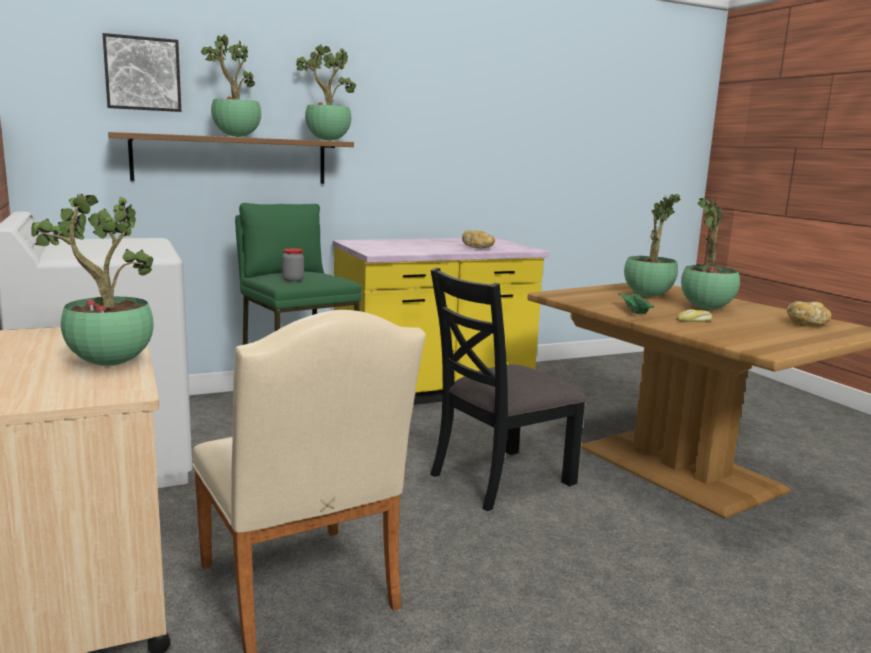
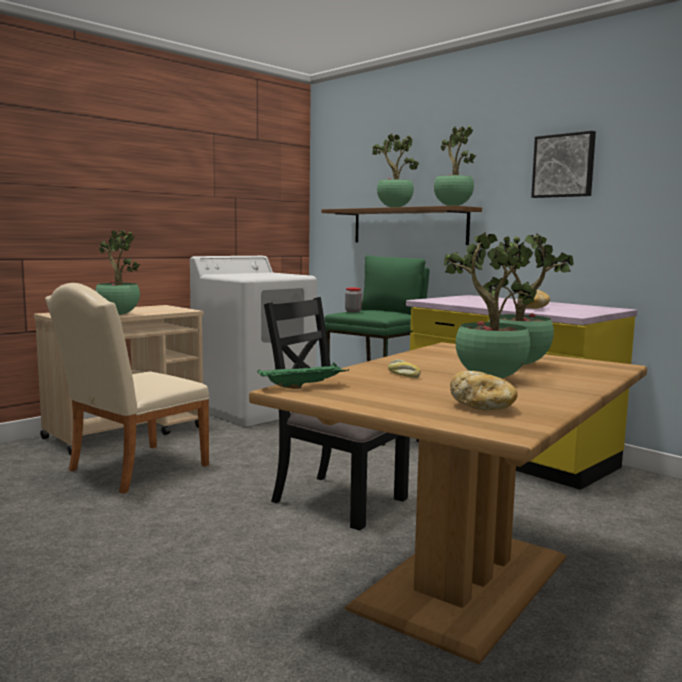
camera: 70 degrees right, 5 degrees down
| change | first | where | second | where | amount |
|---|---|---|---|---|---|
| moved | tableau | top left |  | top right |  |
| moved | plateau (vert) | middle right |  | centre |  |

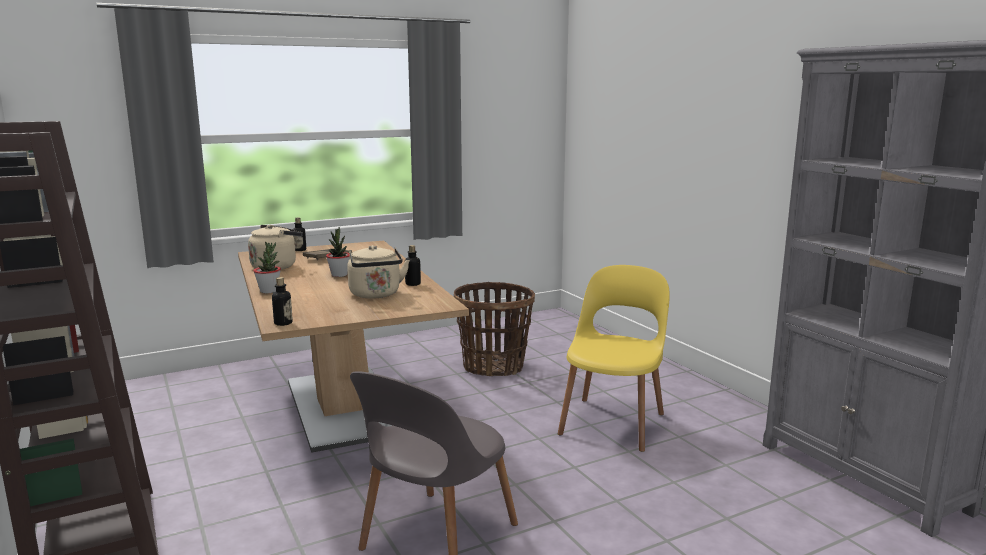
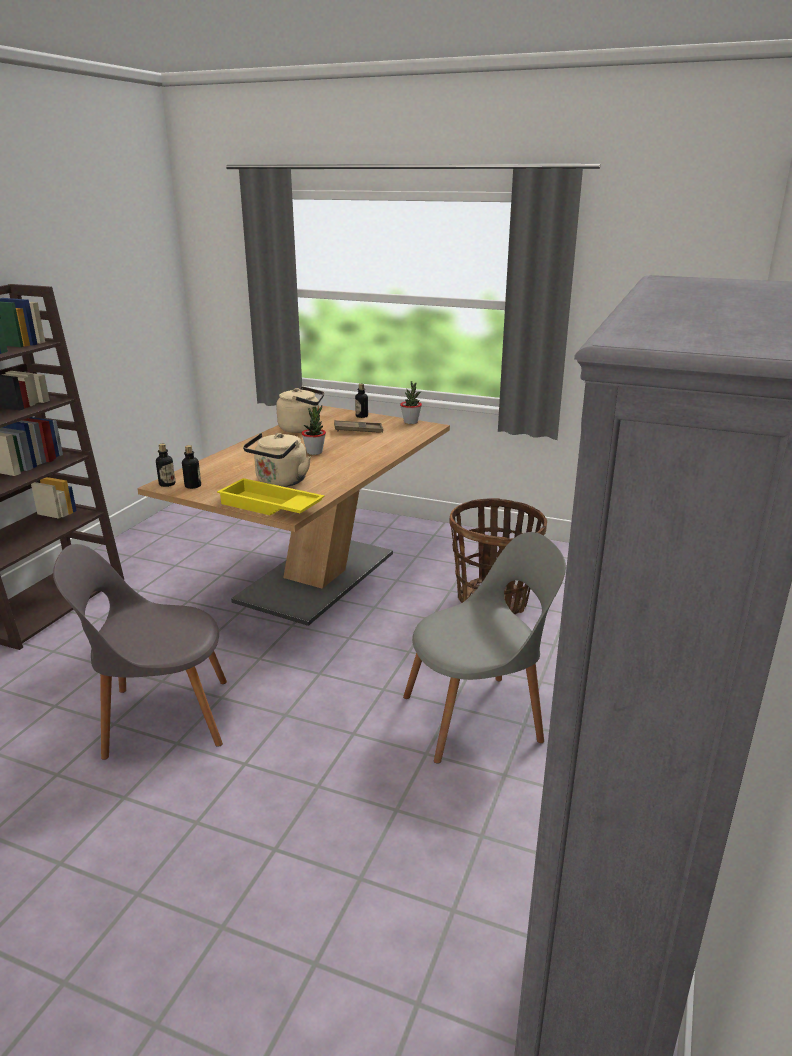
camera: 50 degrees right, 10 degrees up
| change | first | where | second | where | amount |
|---|---|---|---|---|---|
| added |  |  | plateau (jaune) | centre |  |
| moved | plante en pot (1st from left in the first image) | middle left | plante en pot (2nd from left) | centre |  |
| moved | bouteille (3rd from left in the first image) | centre | bouteille (2nd from left) | middle left |  |
| recoloured | chaise (jaune) | centre | chaise (gris) (2nd from left) | centre |  |

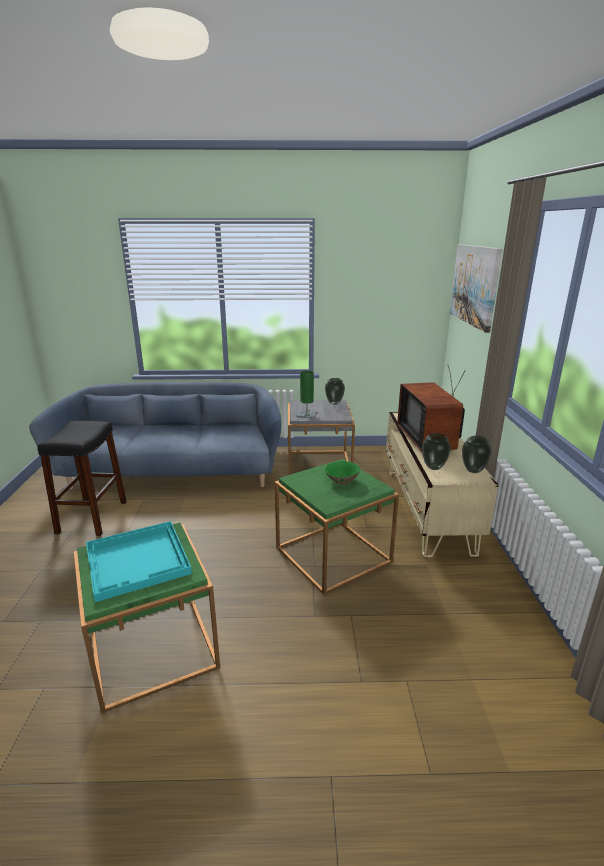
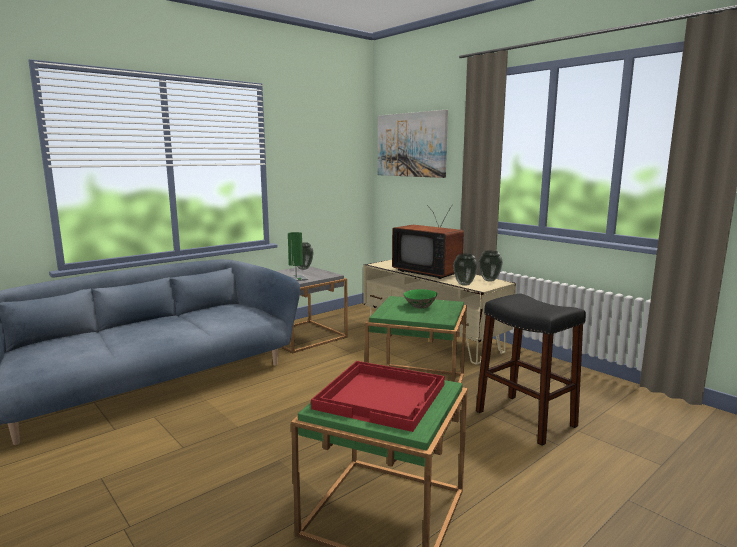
camera: 40 degrees left, 10 degrees down
| change | first | where | second | where | amount |
|---|---|---|---|---|---|
| moved | tabouret (noir) | middle left |  | bottom right |  |
| recoloured | plateau (turquoise) | middle left | plateau (rouge) | bottom centre |  |

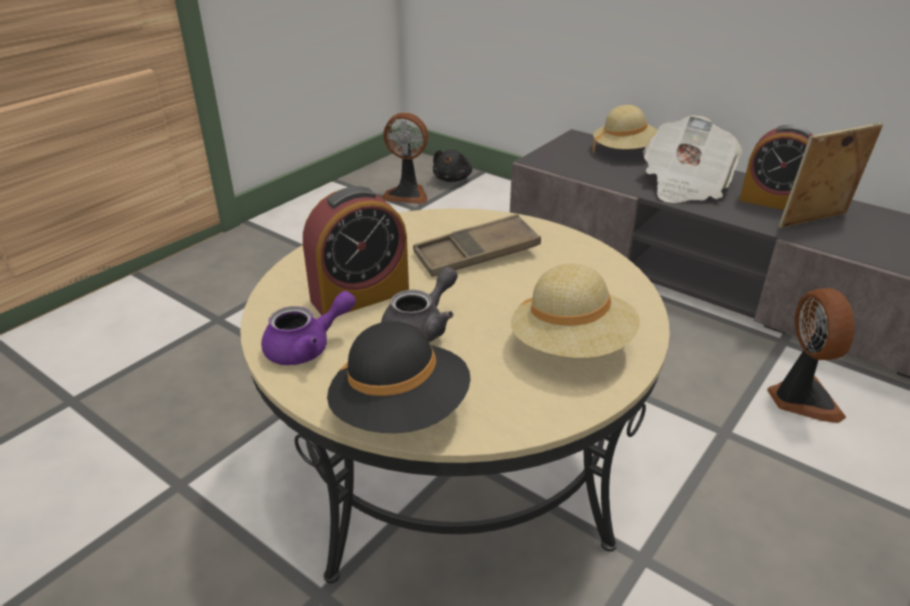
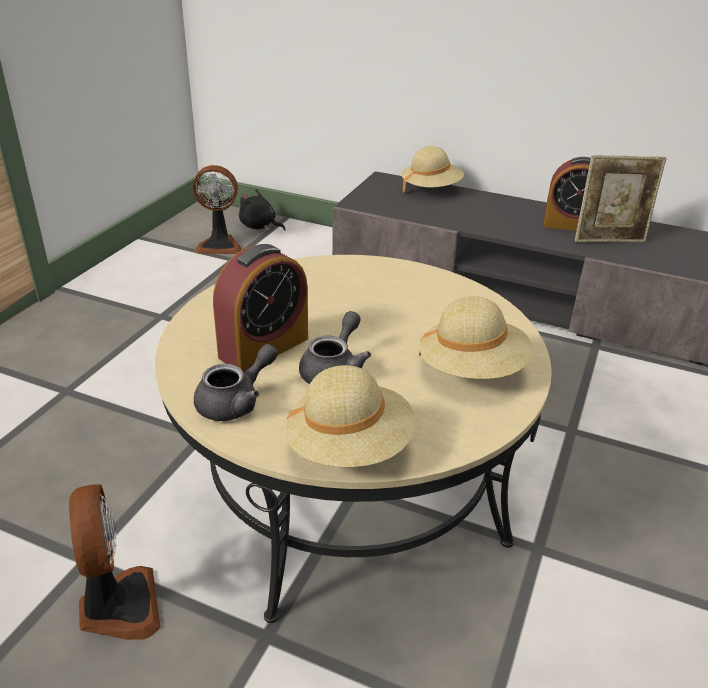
camera: 15 degrees left, 0 degrees up
| change | first | where | second | where | amount |
|---|---|---|---|---|---|
| removed | plateau (marron) | centre |  |  |  |
| removed | journal | top right |  |  |  |
| moved | ventilateur (2nd from left in the first image) | middle right | ventilateur (1st from left) | bottom left |  |
| recoloured | théière (violet) | centre | théière (gris) (1st from left) | centre |  |
| recoloured | chapeau (noir) | centre | chapeau (beige) (1st from left) | centre |  |
| turned | peluche (noir) | top centre |  | top centre | 120 degrees clockwise |
| turned | cadre photo | top right |  | top right | 150 degrees counterclockwise |

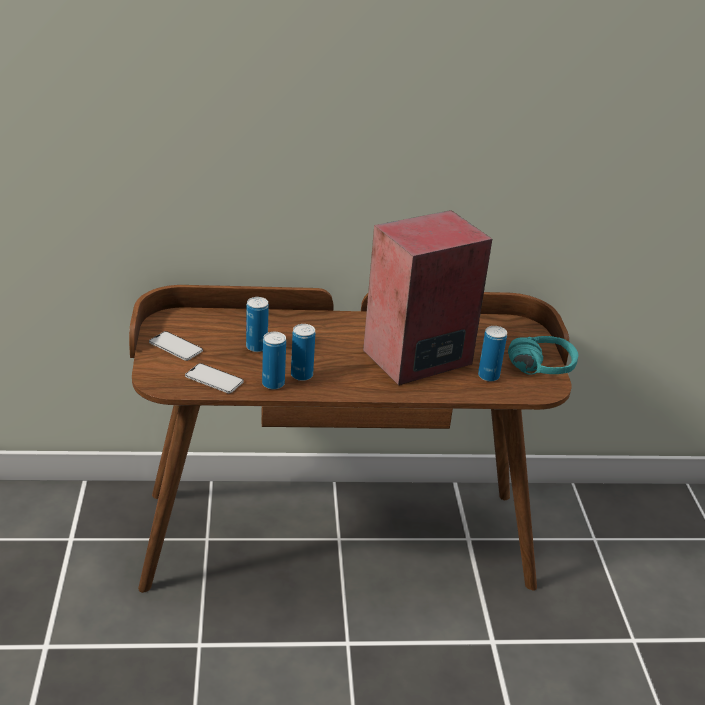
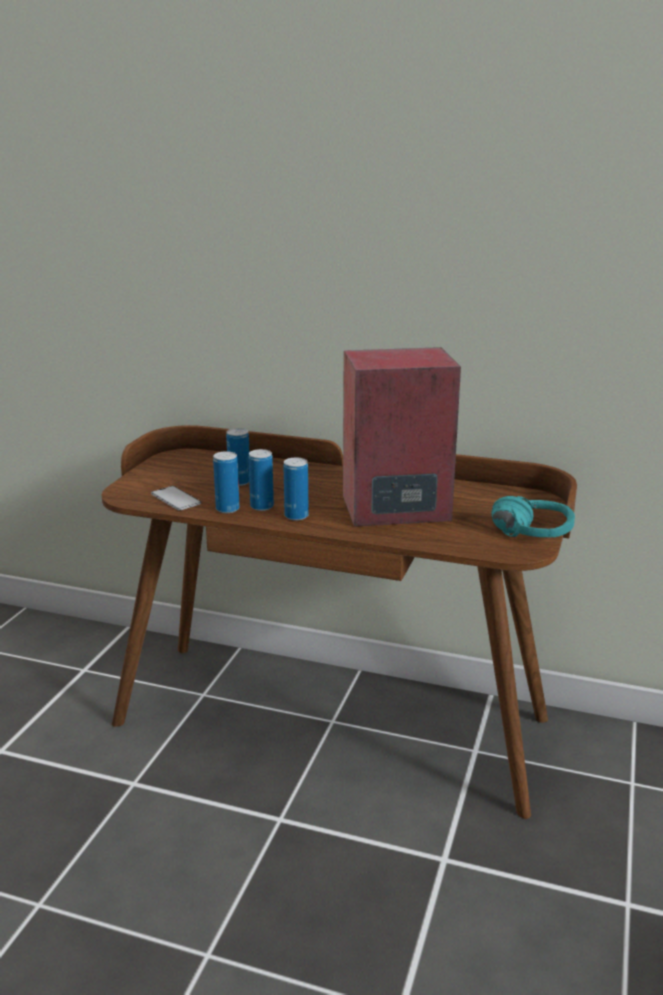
camera: 25 degrees right, 10 degrees down
| change | first | where | second | where | amount |
|---|---|---|---|---|---|
| removed | téléphone (1st from left) | middle left |  |  |  |
| moved | boîte métallique (4th from left) | middle right |  | centre |  |

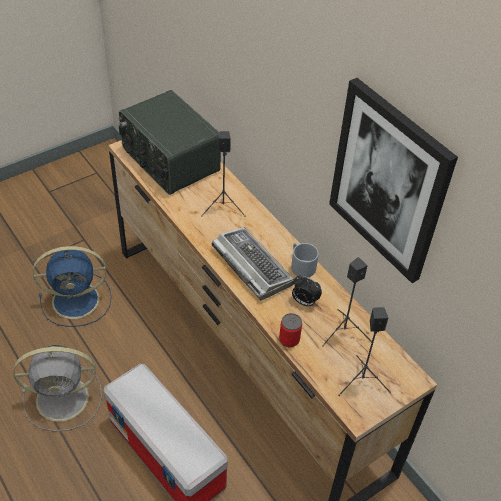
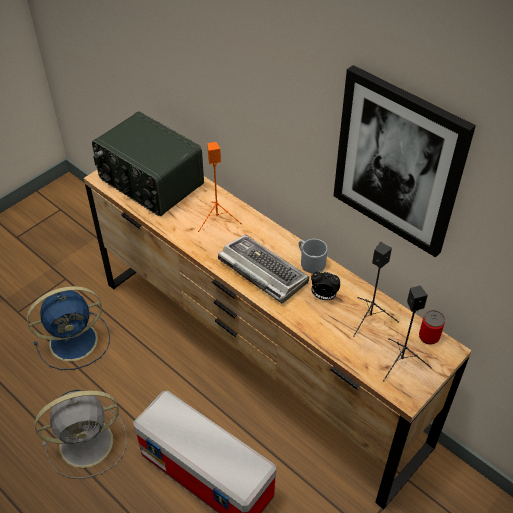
camera: 10 degrees left, 0 degrees up
| change | first | where | second | where | amount |
|---|---|---|---|---|---|
| moved | boîte métallique | centre |  | middle right |  |
| recoloured | enceinte (noir) (1st from left) | centre | enceinte (orange) | centre |  |

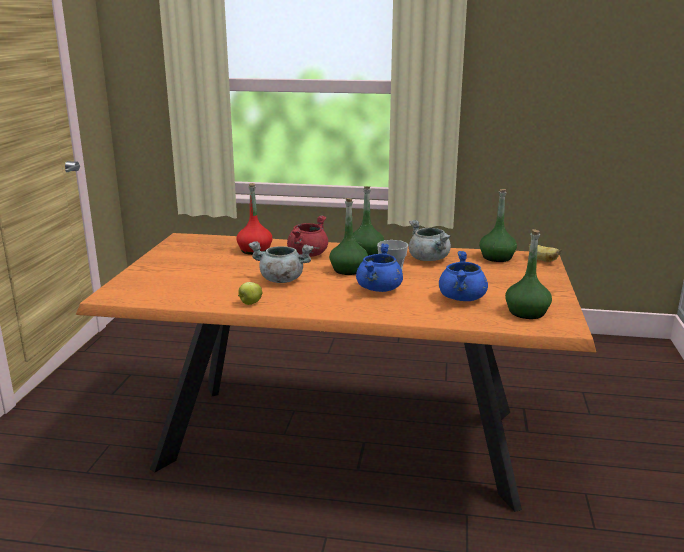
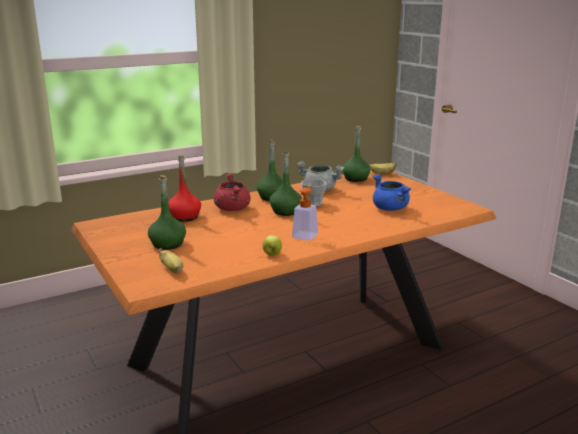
camera: 40 degrees left, 0 degrees up
| change | first | where | second | where | amount |
|---|---|---|---|---|---|
| removed | marmite (gris) (1st from left) | centre |  |  |  |
| removed | marmite (bleu) (1st from left) | centre |  |  |  |
| added |  |  | banane (1st from left) | middle left |  |
| added |  |  | distributeur de savon | centre |  |
| moved | bouteille (vert) (4th from left in the first image) | middle right | bouteille (vert) (1st from left) | middle left |  |

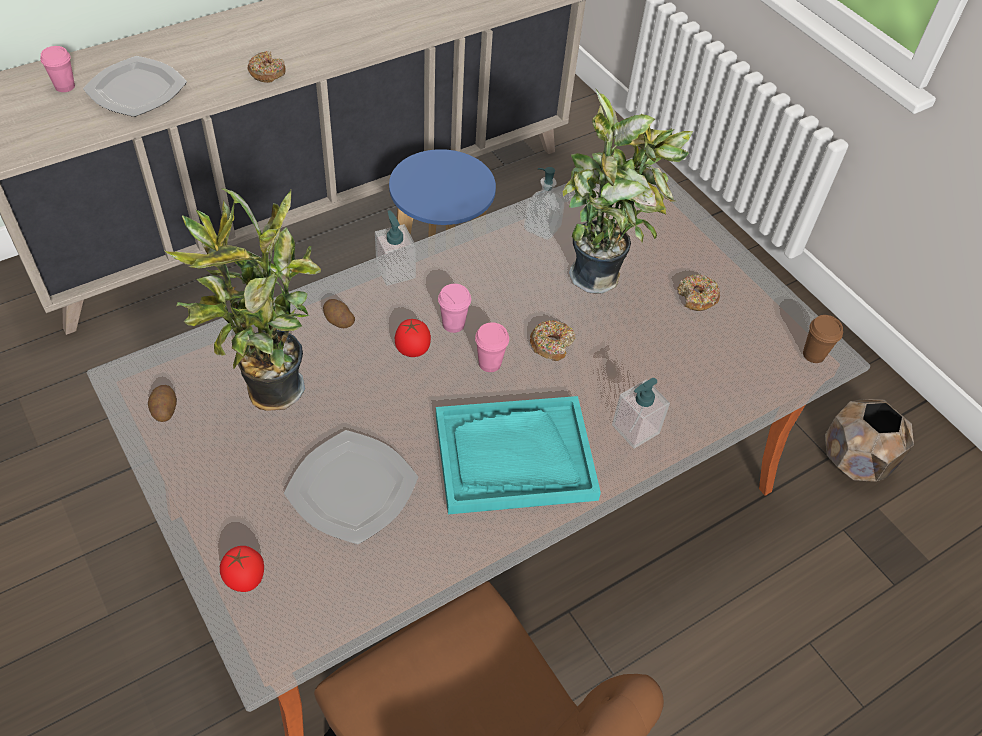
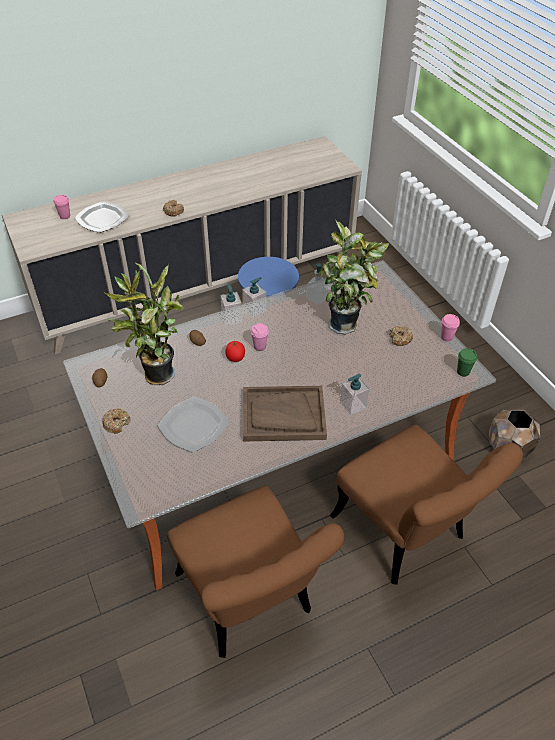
camera: 10 degrees right, 5 degrees down
| change | first | where | second | where | amount |
|---|---|---|---|---|---|
| removed | tomate (1st from left) | bottom left |  |  |  |
| added |  |  | distributeur de savon (2nd from left) | centre |  |
| added |  |  | chaise (marron) (2nd from left) | bottom right |  |
| moved | tasse (rose) (3rd from left) | centre |  | middle right |  |
| moved | beignet (2nd from left in the first image) | centre | beignet (1st from left) | middle left |  |
| recoloured | plateau (turquoise) | centre | plateau (marron) | centre |  |
| recoloured | tasse (marron) | middle right | tasse (vert) | middle right |  |

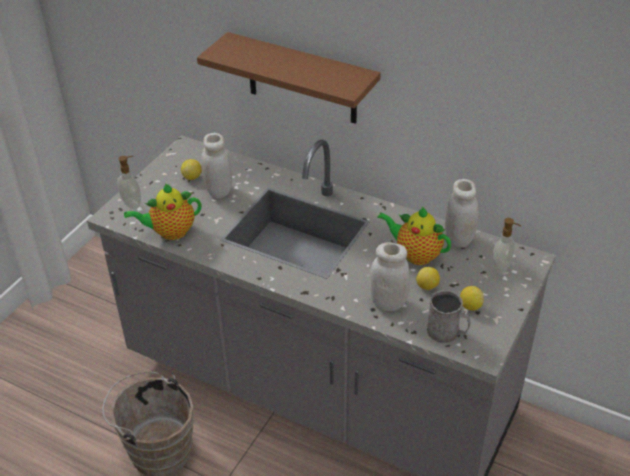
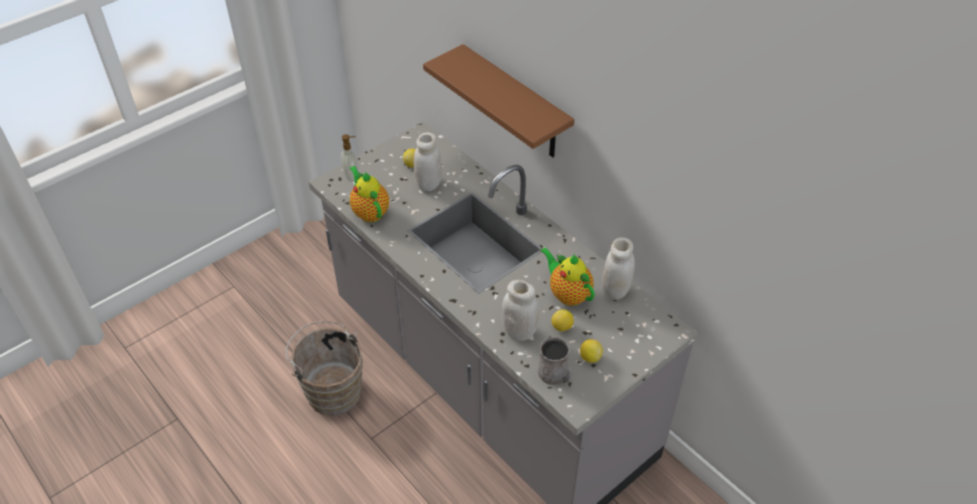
camera: 20 degrees right, 5 degrees up
| change | first | where | second | where | amount |
|---|---|---|---|---|---|
| removed | distributeur de savon (2nd from left) | middle right |  |  |  |
| turned | théière (1st from left) | middle left |  | centre | 60 degrees clockwise |

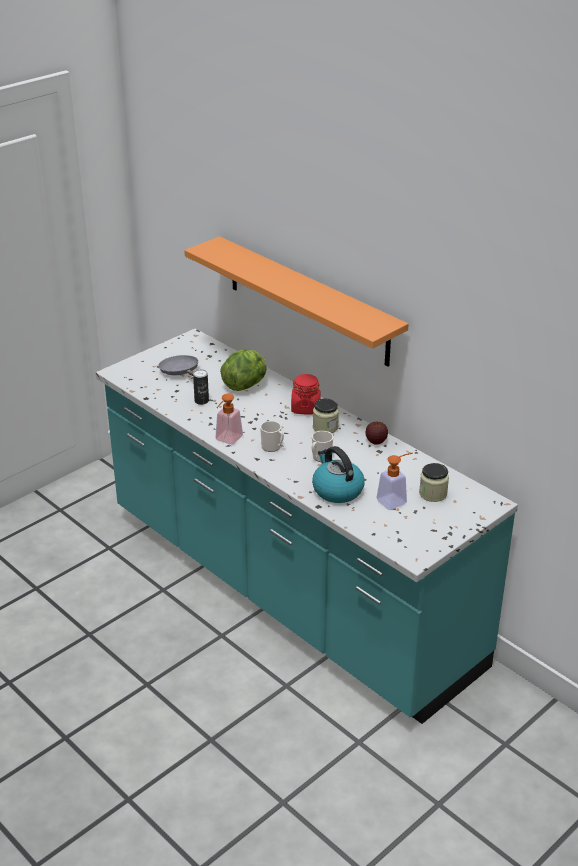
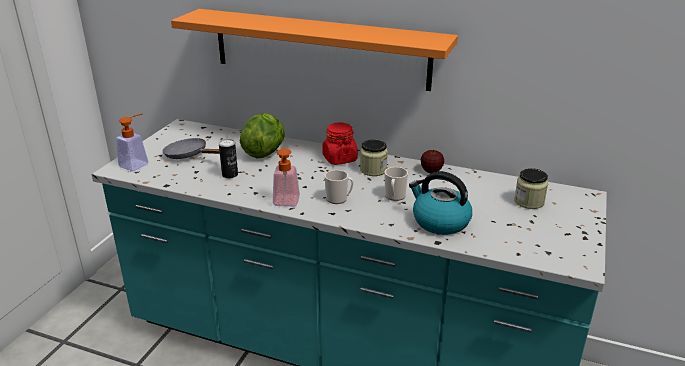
camera: 25 degrees left, 5 degrees down
| change | first | where | second | where | amount |
|---|---|---|---|---|---|
| moved | distributeur de savon (2nd from left in the first image) | middle right | distributeur de savon (1st from left) | middle left |  |

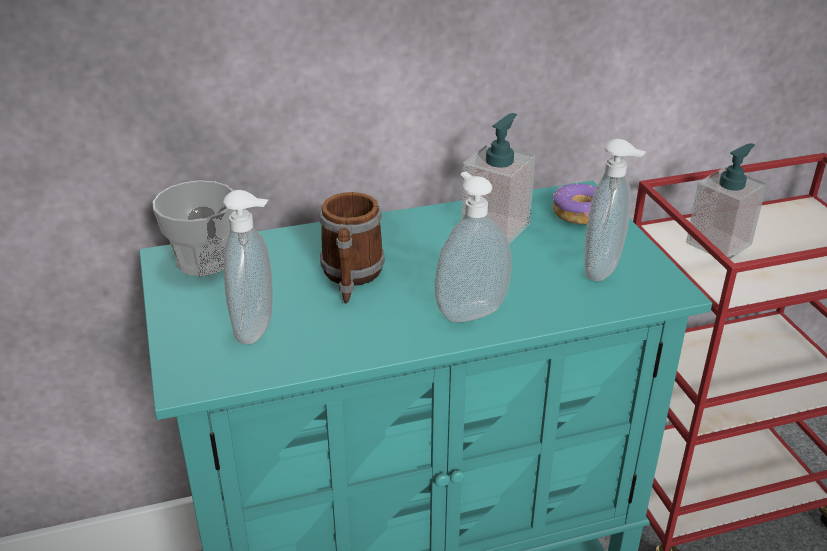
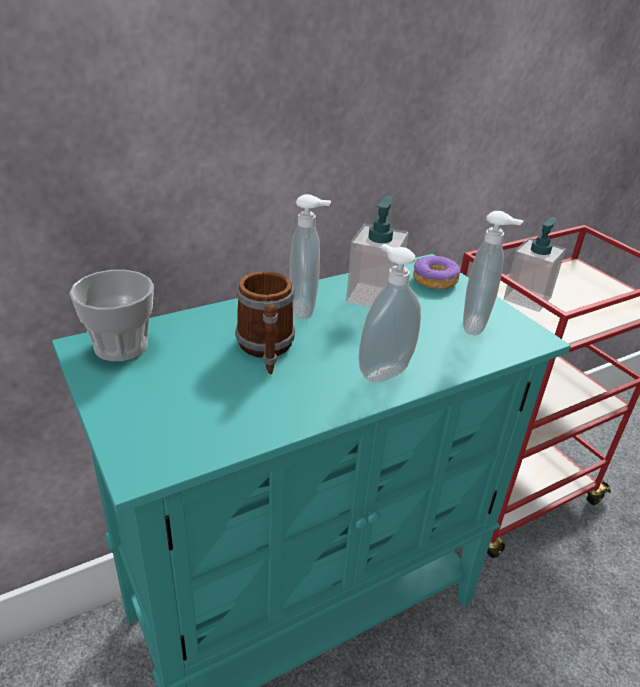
camera: 15 degrees left, 0 degrees up
| change | first | where | second | where | amount |
|---|---|---|---|---|---|
| moved | distributeur de savon (1st from left) | middle left |  | centre |  |

